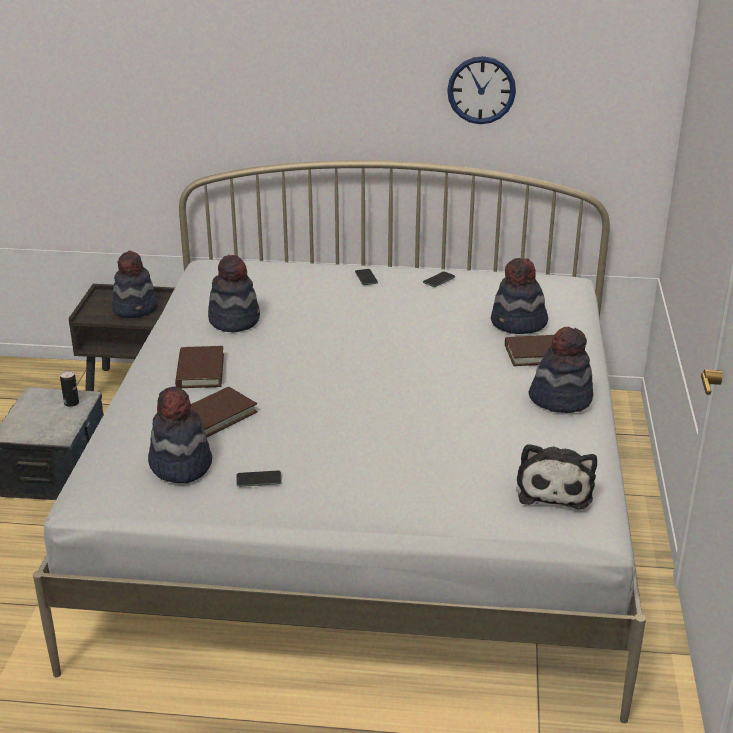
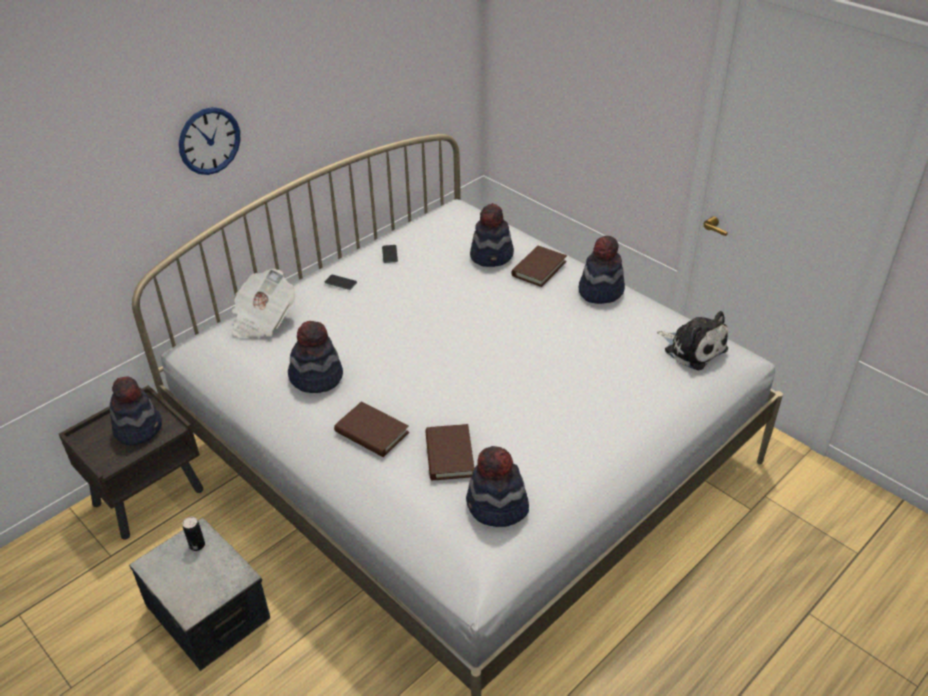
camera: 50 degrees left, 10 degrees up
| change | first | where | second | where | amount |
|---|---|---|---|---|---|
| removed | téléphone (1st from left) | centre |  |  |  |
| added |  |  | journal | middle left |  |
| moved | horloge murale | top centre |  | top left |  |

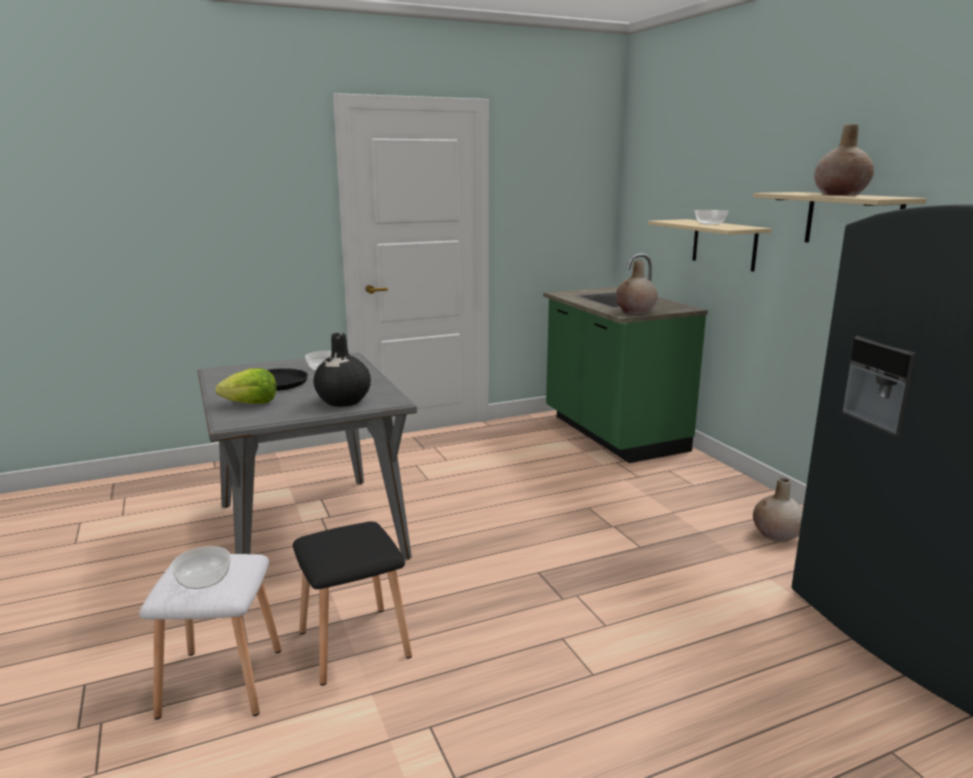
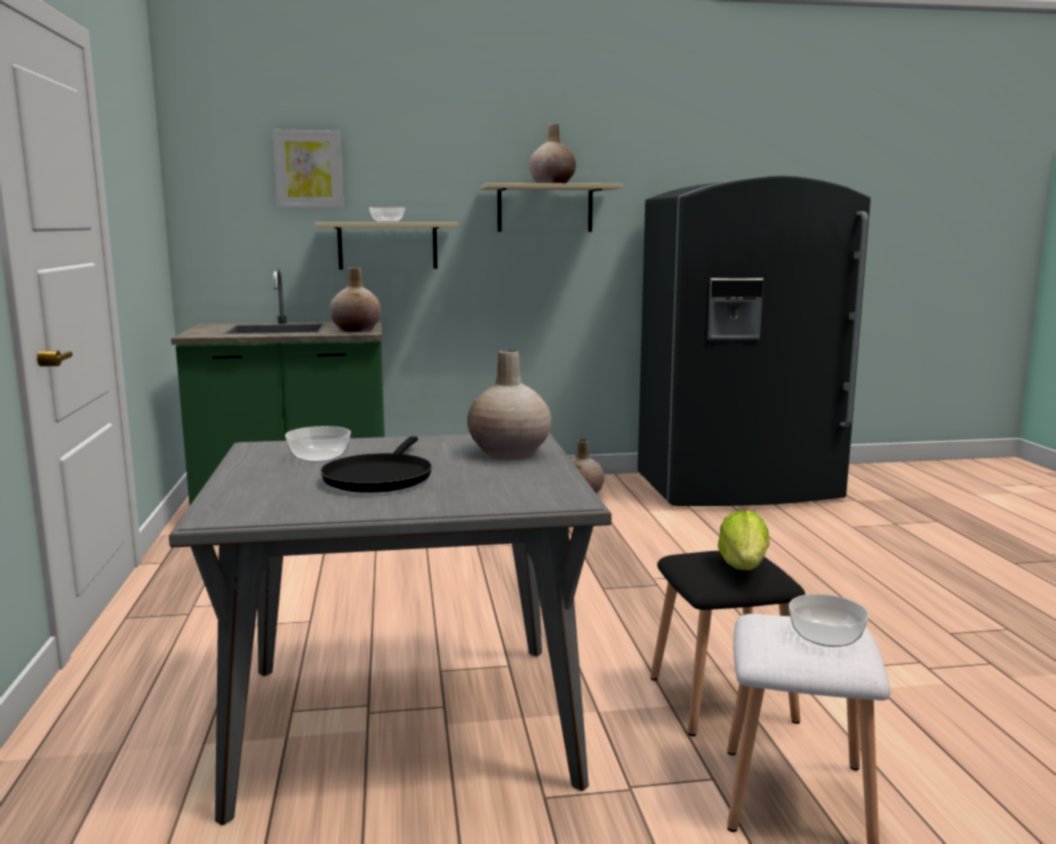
camera: 75 degrees left, 5 degrees down
| change | first | where | second | where | amount |
|---|---|---|---|---|---|
| added |  |  | tableau | top left |  |
| moved | laitue | middle left |  | middle right |  |
| recoloured | vase (noir) | centre | vase (beige) (2nd from left) | centre |  |

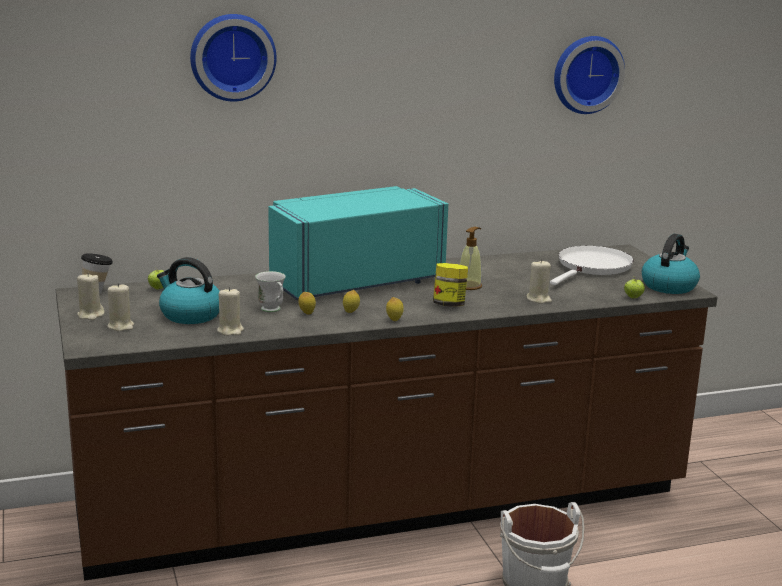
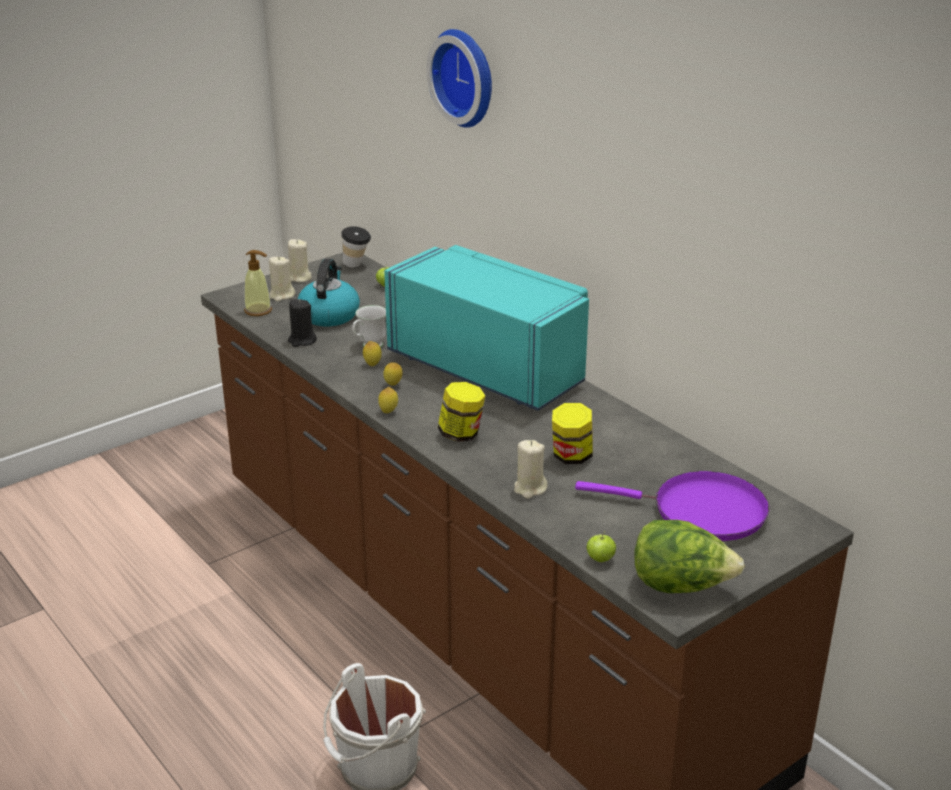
camera: 70 degrees right, 10 degrees up
| change | first | where | second | where | amount |
|---|---|---|---|---|---|
| removed | horloge murale (2nd from left) | top right |  |  |  |
| added |  |  | bocal (2nd from left) | centre |  |
| moved | distributeur de savon | centre |  | middle left |  |
| replaced | bouilloire (2nd from left) | middle right | laitue | bottom right |  |
| recoloured | bougie (beige) (3rd from left) | middle left | bougie (noir) | middle left |  |
| recoloured | poêle (blanc) | middle right | poêle (violet) | middle right |  |

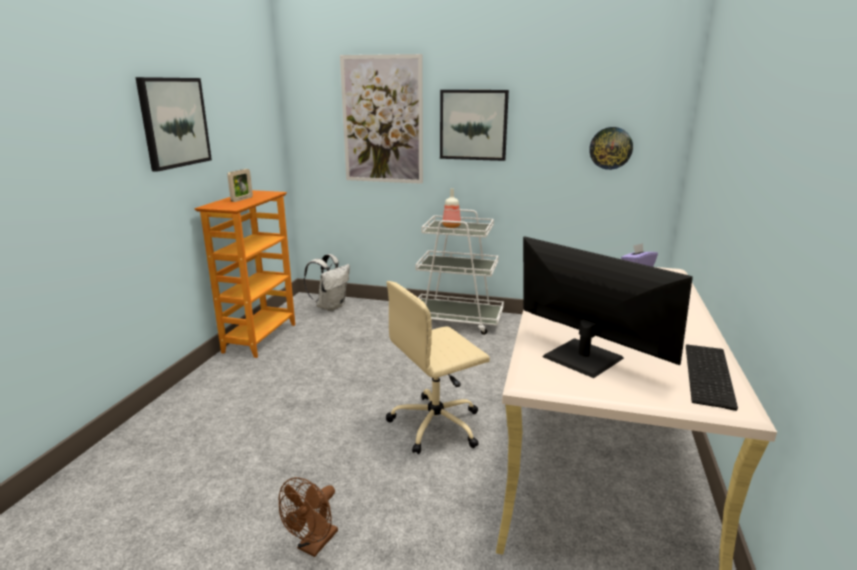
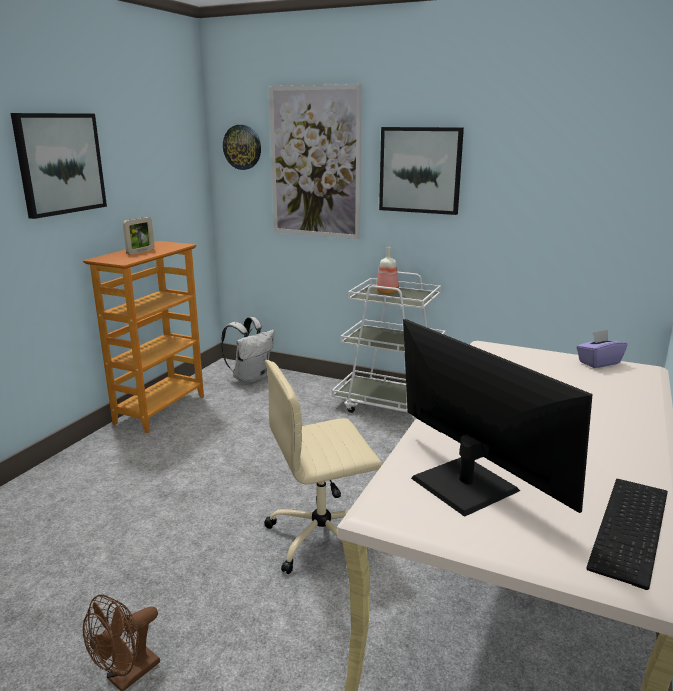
camera: 10 degrees right, 0 degrees up
| change | first | where | second | where | amount |
|---|---|---|---|---|---|
| moved | horloge murale | top right |  | top centre |  |

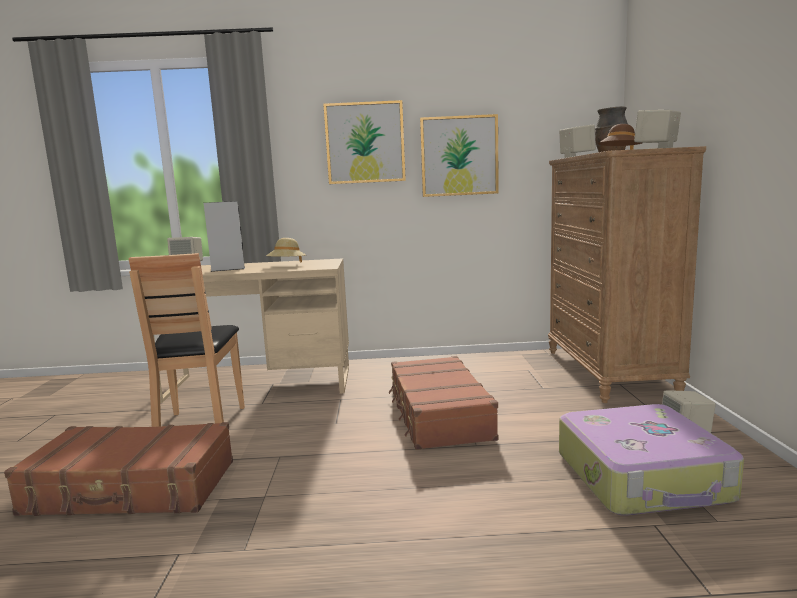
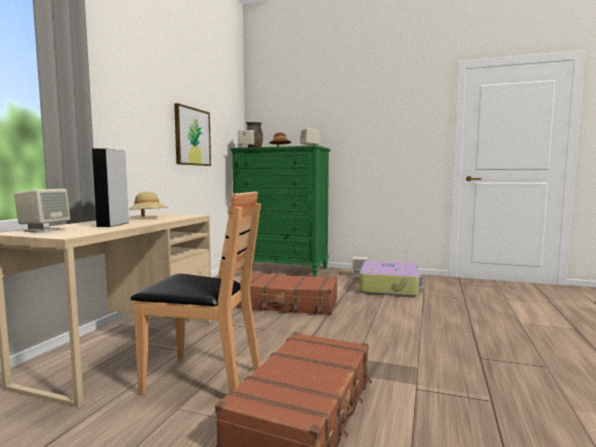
camera: 70 degrees left, 5 degrees down
| change | first | where | second | where | amount |
|---|---|---|---|---|---|
| removed | tableau (1st from left) | top centre |  |  |  |
| recoloured | commode (marron) | middle right | commode (vert) | centre |  |

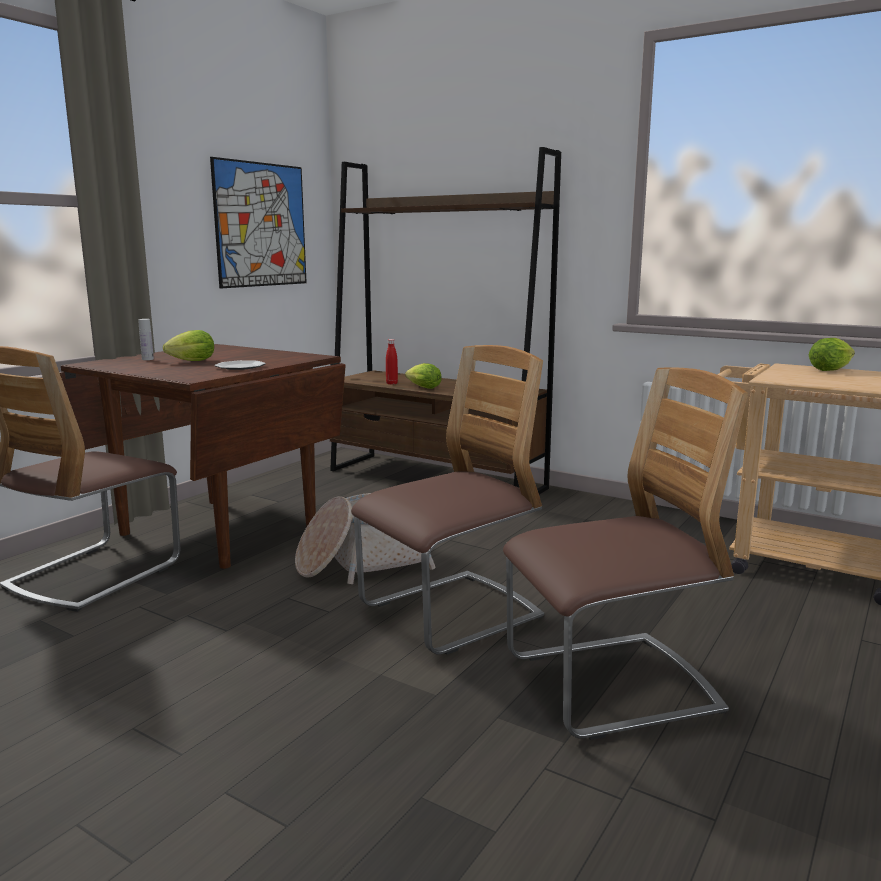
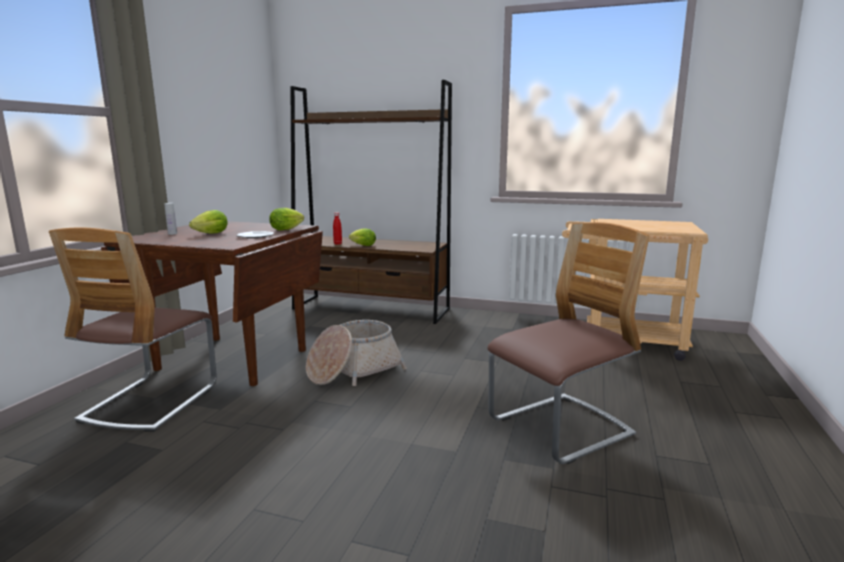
camera: 15 degrees left, 0 degrees up
| change | first | where | second | where | amount |
|---|---|---|---|---|---|
| removed | tableau | top left |  |  |  |
| removed | chaise (2nd from left) | centre |  |  |  |
| moved | laitue (3rd from left in the first image) | middle right | laitue (2nd from left) | centre |  |

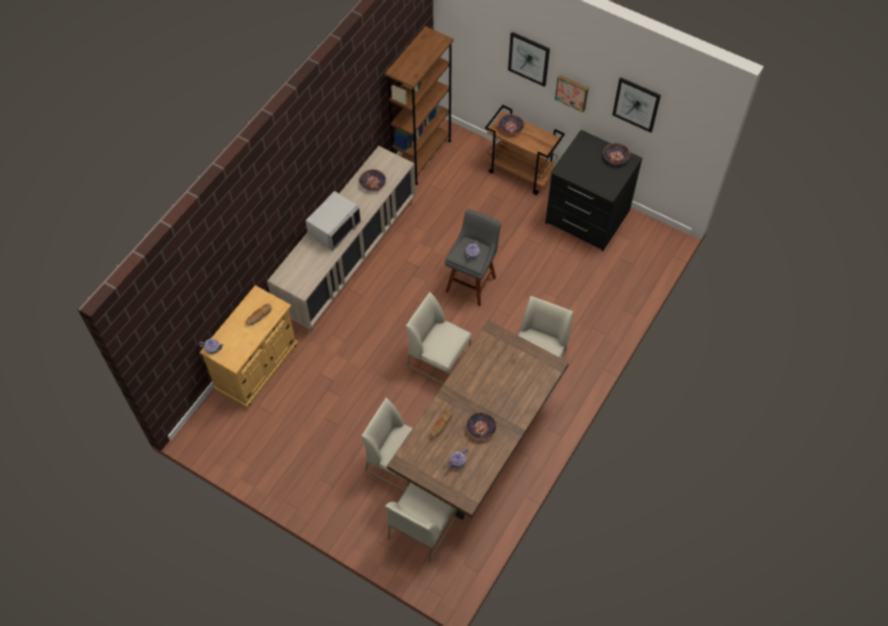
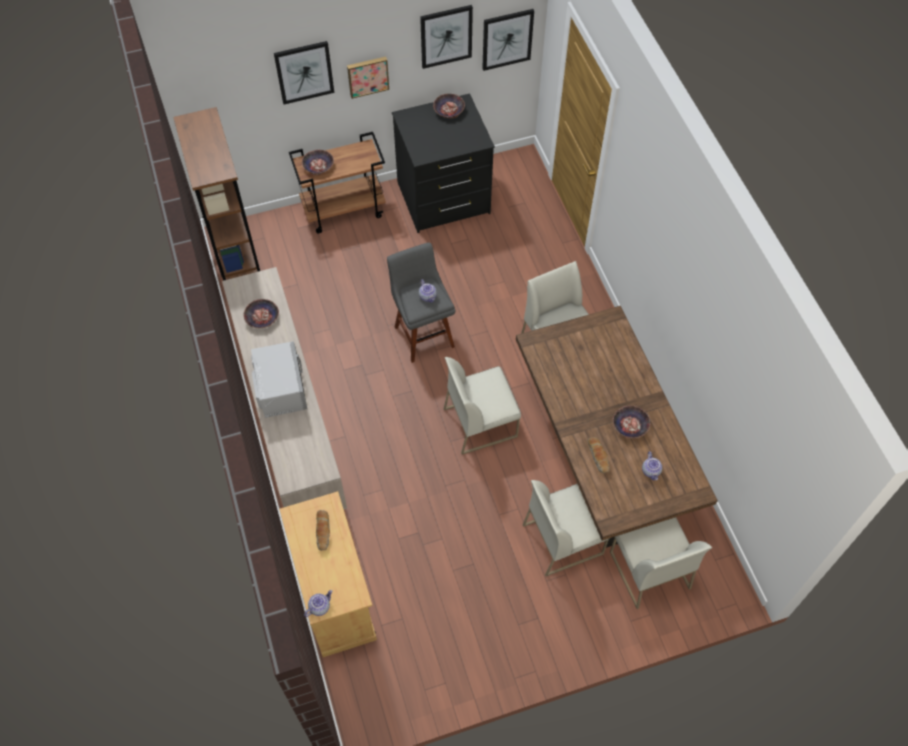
camera: 50 degrees left, 0 degrees up
| change | first | where | second | where | amount |
|---|---|---|---|---|---|
| added |  |  | tableau (4th from left) | top centre |  |

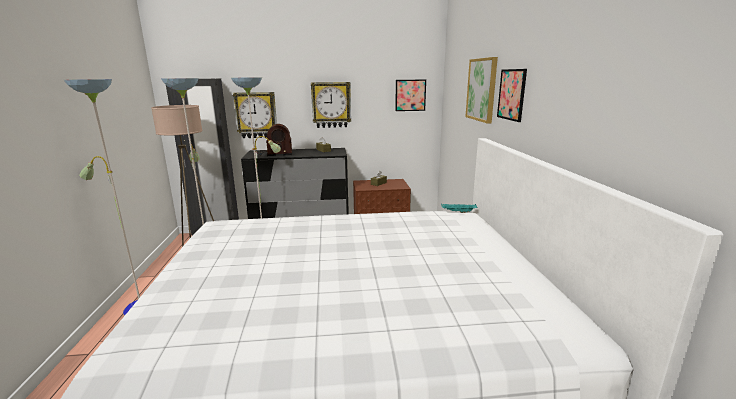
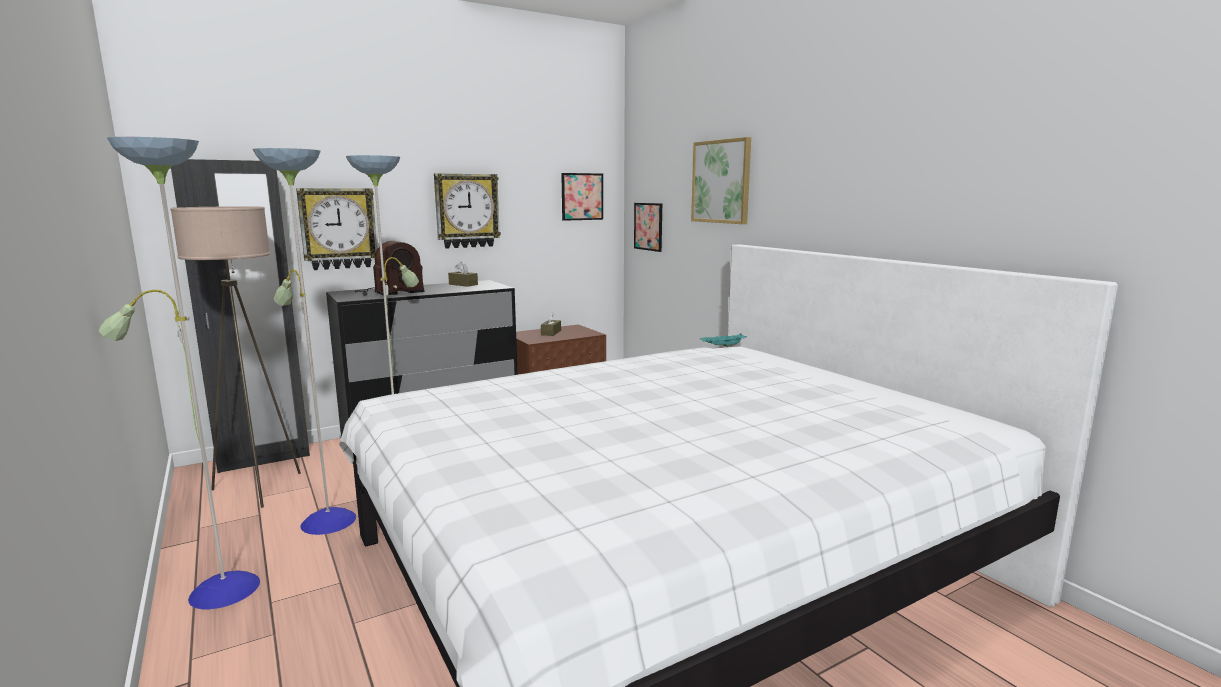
camera: 25 degrees left, 5 degrees down
| change | first | where | second | where | amount |
|---|---|---|---|---|---|
| moved | tableau (3rd from left in the first image) | top right | tableau (2nd from left) | top centre |  |

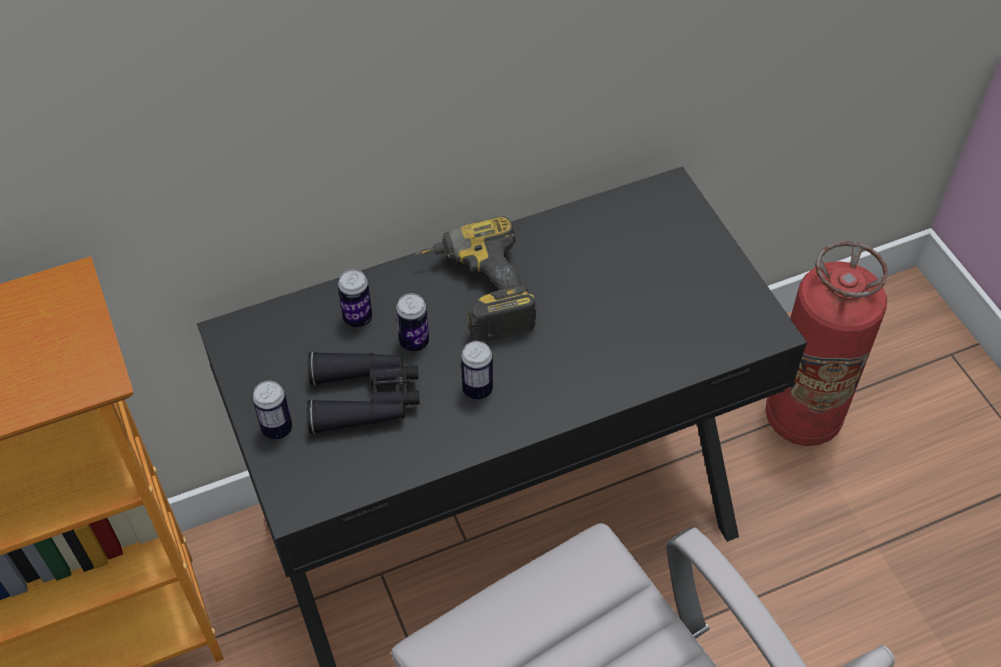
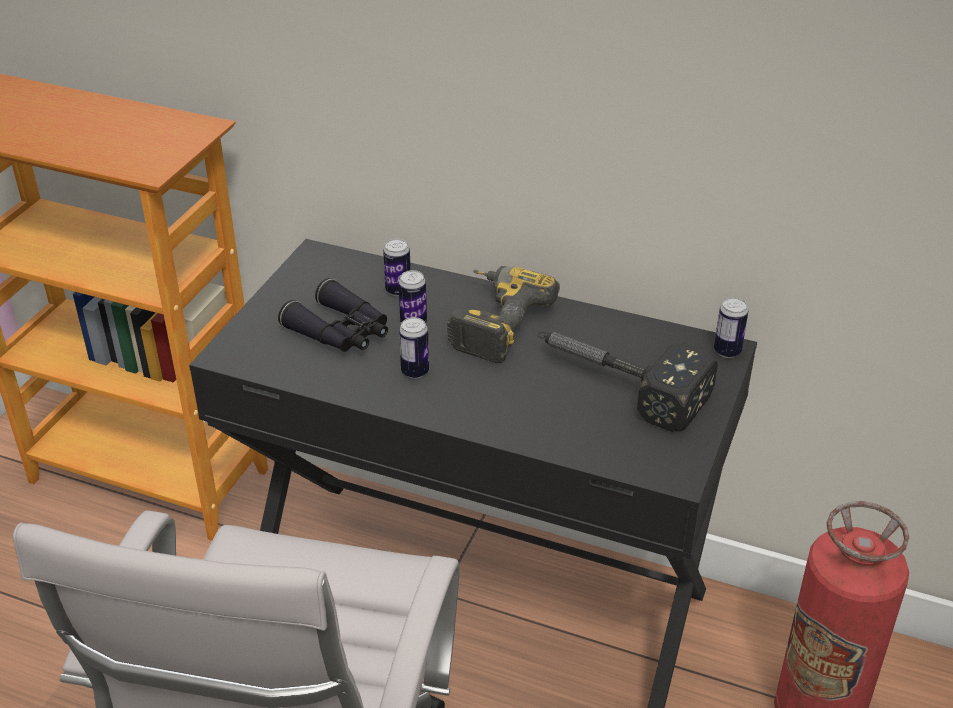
camera: 45 degrees right, 15 degrees down
| change | first | where | second | where | amount |
|---|---|---|---|---|---|
| added |  |  | marteau | centre |  |
| moved | boîte métallique (1st from left in the first image) | middle left | boîte métallique (4th from left) | middle right |  |

